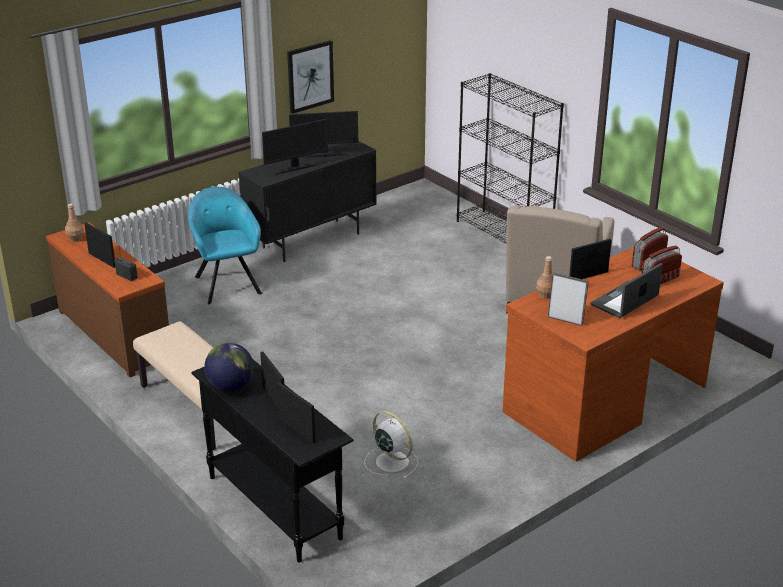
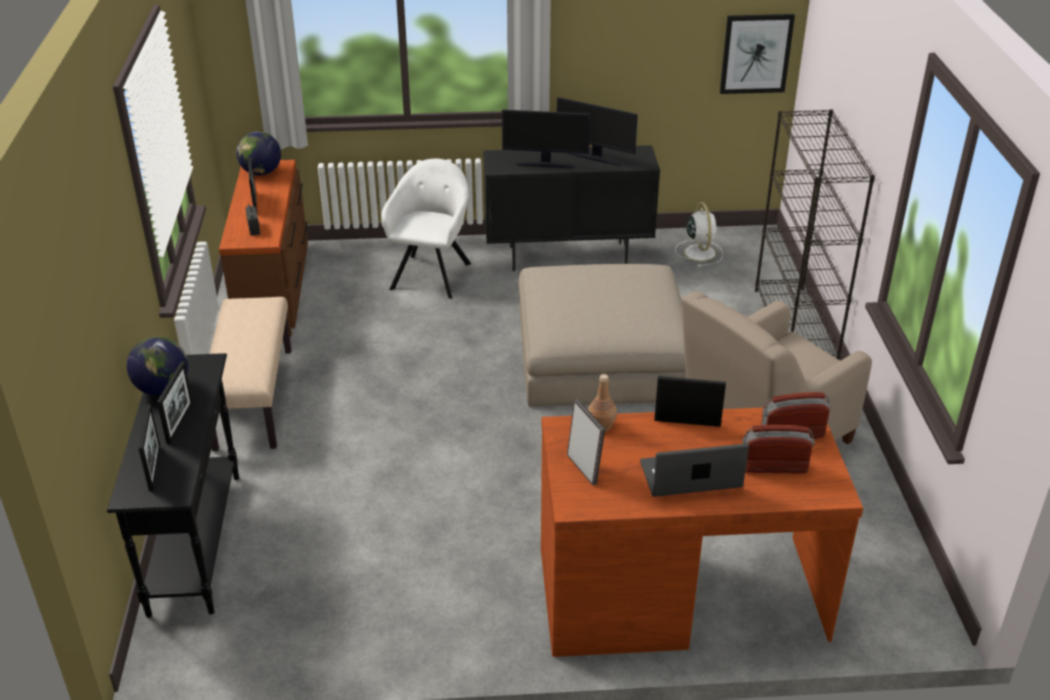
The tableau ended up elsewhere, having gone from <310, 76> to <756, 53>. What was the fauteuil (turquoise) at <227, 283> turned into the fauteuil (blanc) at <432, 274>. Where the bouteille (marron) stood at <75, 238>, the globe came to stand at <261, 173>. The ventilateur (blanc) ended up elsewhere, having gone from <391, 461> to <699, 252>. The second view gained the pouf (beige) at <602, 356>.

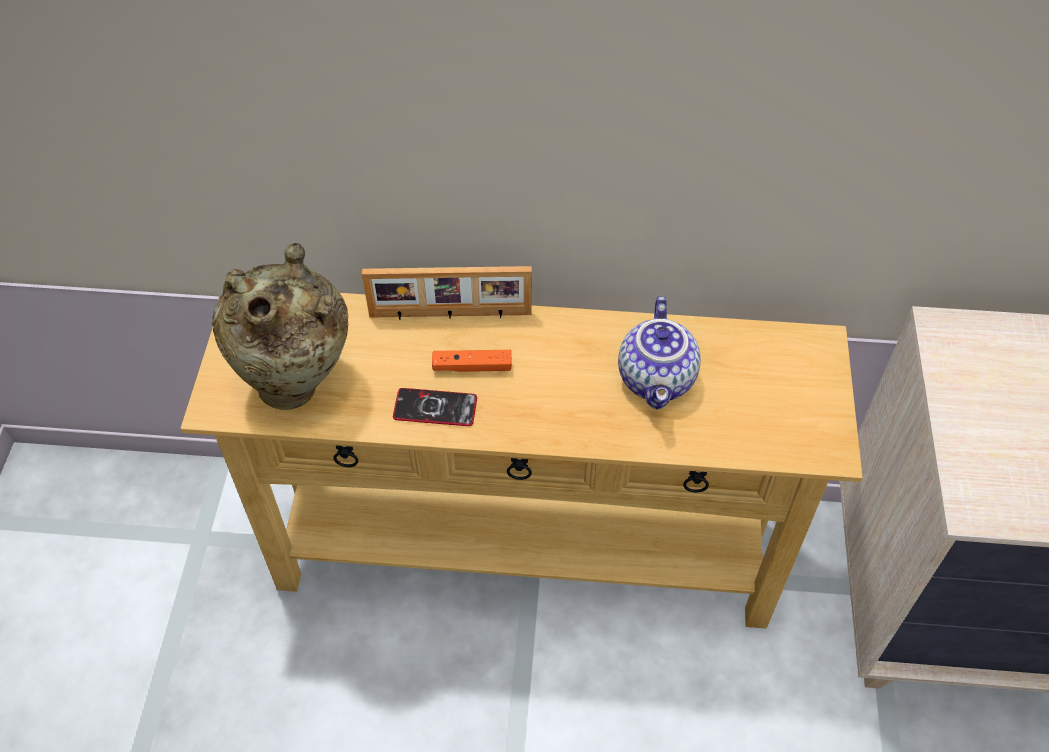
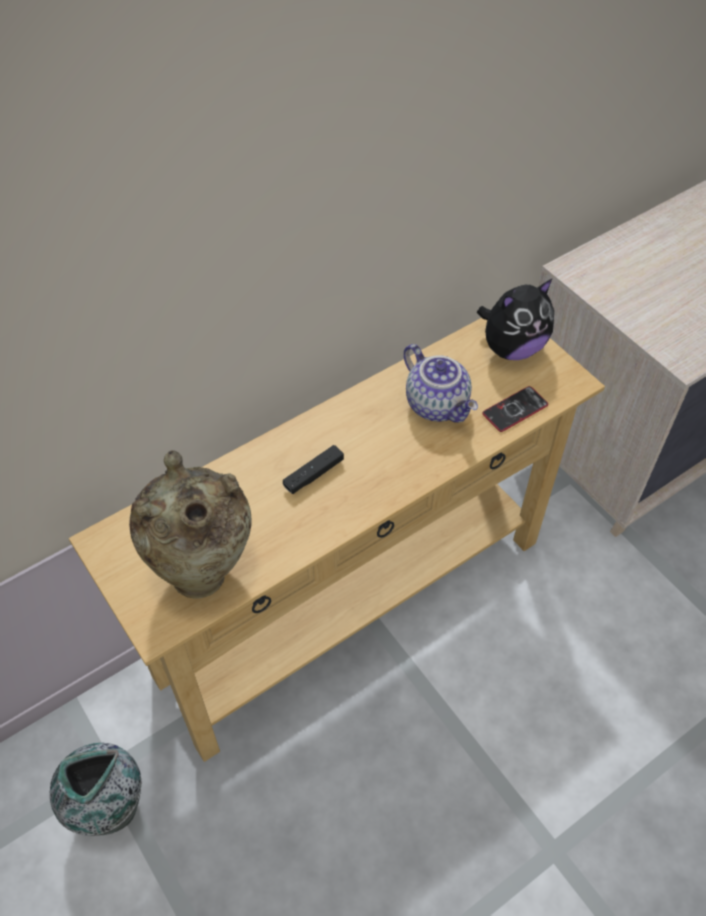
The second view lost the cadre photo at <450, 315>. What was the manette (orange) at <472, 367> turned into the manette (noir) at <313, 474>. The téléphone ended up elsewhere, having gone from <435, 408> to <515, 410>. The second view gained the peluche at <512, 348>. The second view gained the vase at <110, 809>.

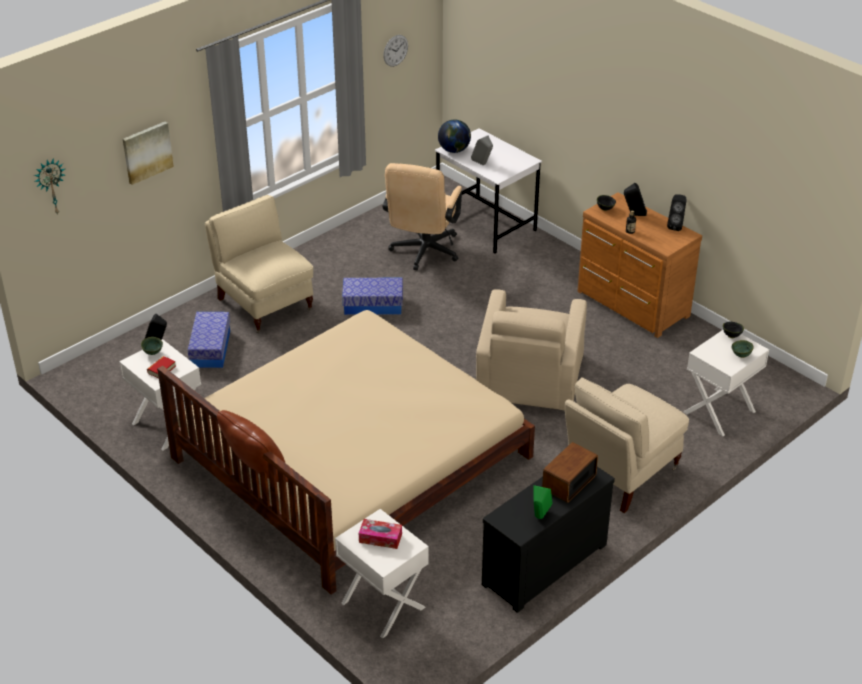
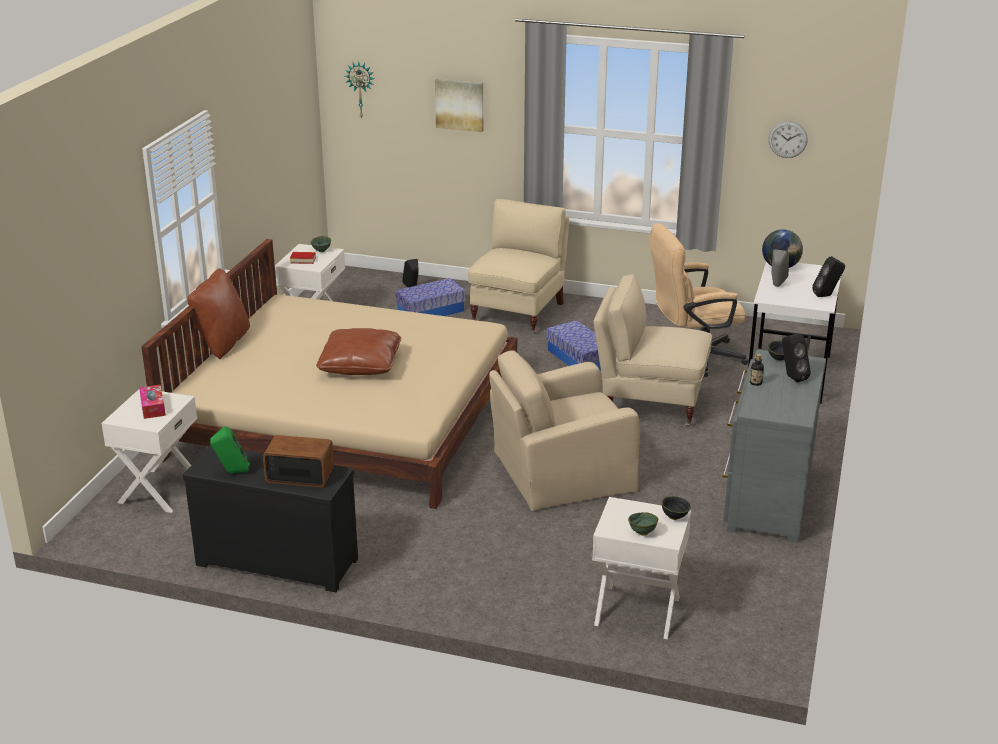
What was the commode (marron) at <631, 305> turned into the commode (gris) at <766, 498>. The enceinte (noir) ended up elsewhere, having gone from <676, 226> to <827, 296>. The fauteuil (beige) ended up elsewhere, having gone from <621, 472> to <649, 403>. The second view gained the coussin (marron) at <360, 365>.

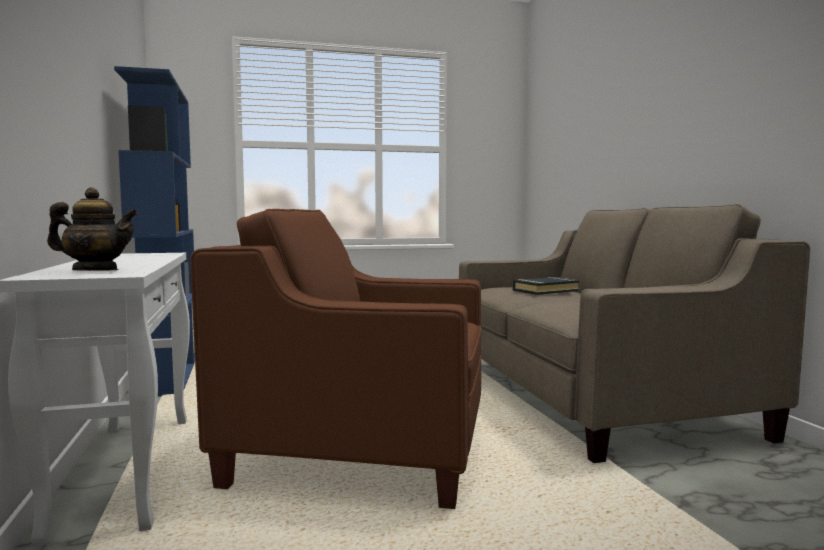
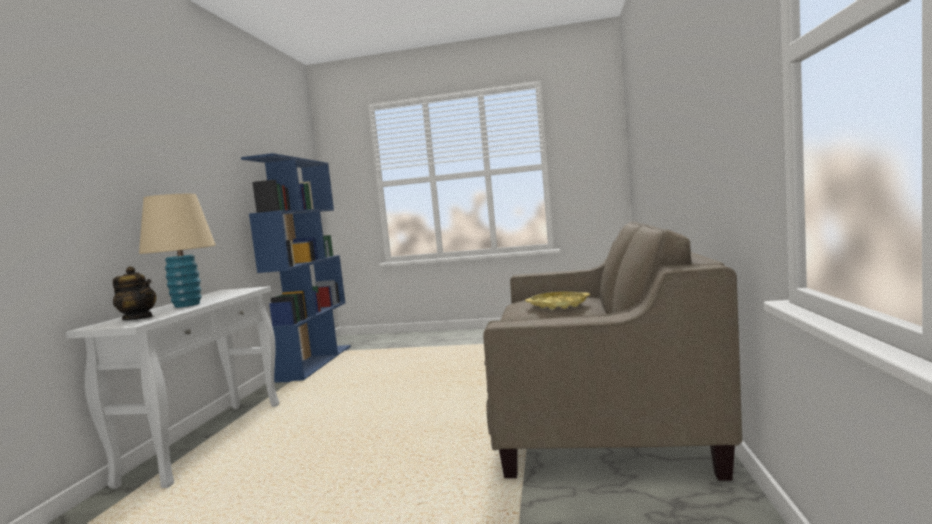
The second view lost the fauteuil (marron) at <360, 454>. Where the livre (noir) stood at <545, 291>, the plateau (jaune) came to stand at <558, 305>. The second view gained the lampe de table (beige) at <187, 305>.

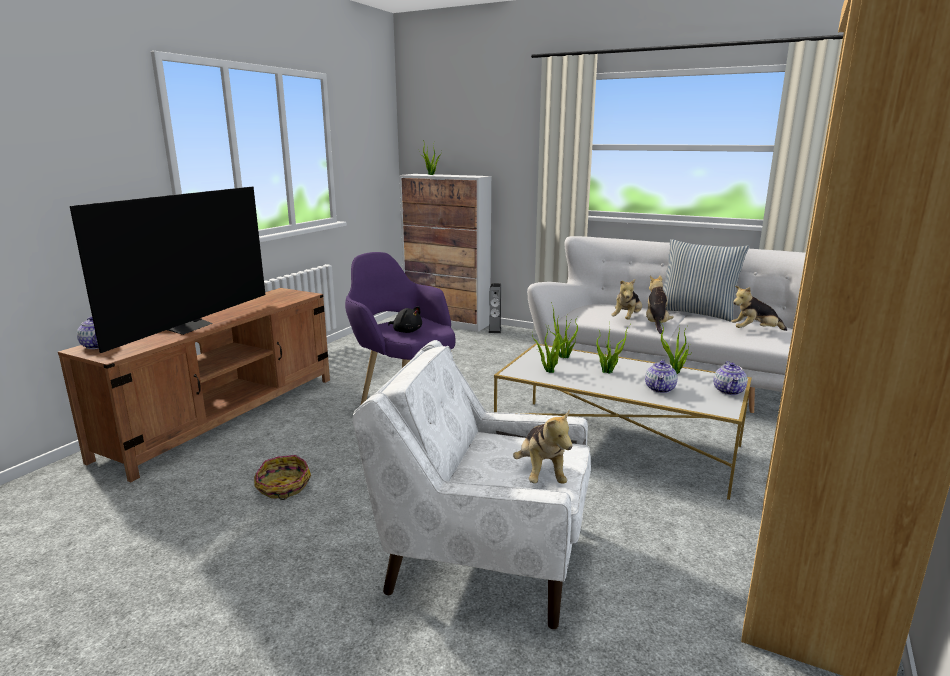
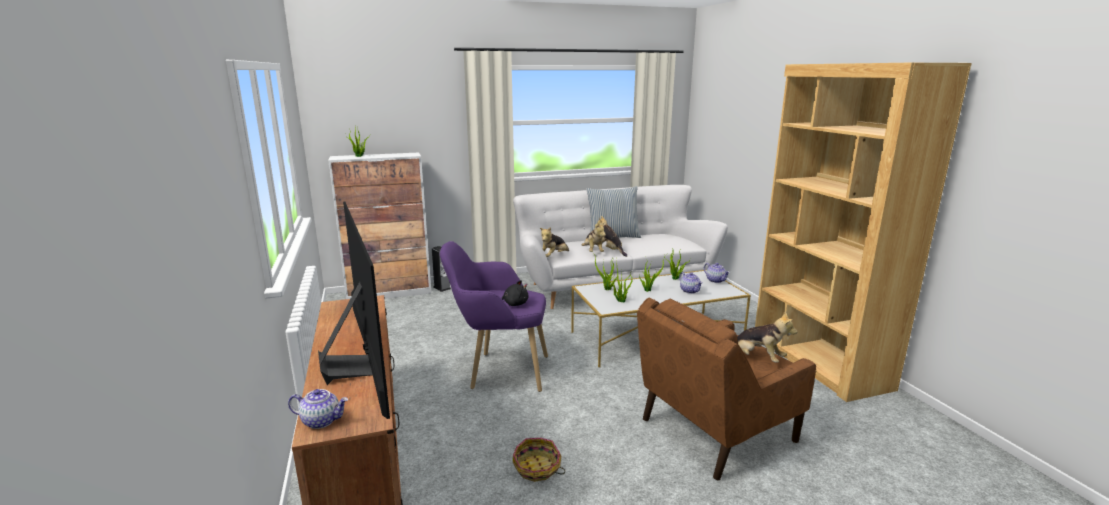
The peluche ended up elsewhere, having gone from <755, 331> to <554, 256>. What was the fauteuil (blanc) at <484, 556> turned into the fauteuil (marron) at <715, 430>.

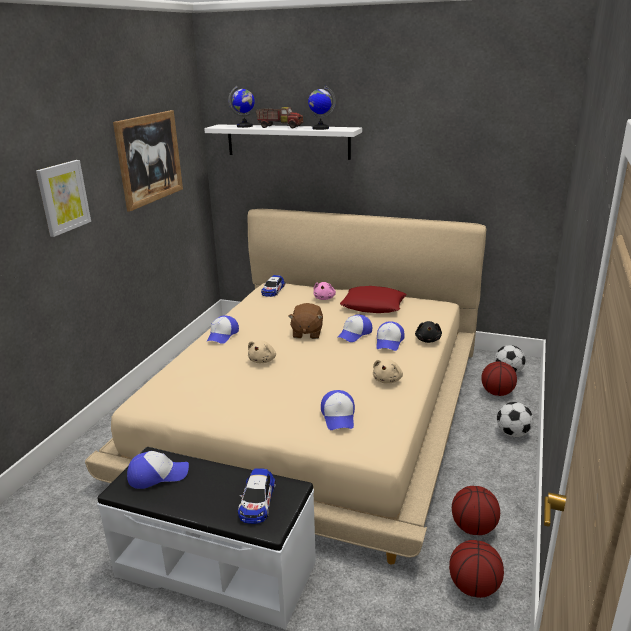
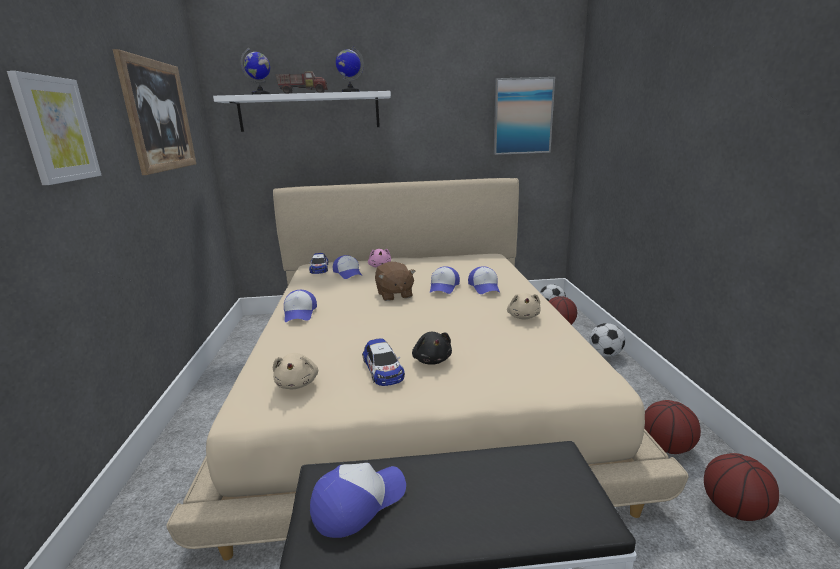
The second view lost the coussin (rouge) at <373, 305>. The peluche (noir) ended up elsewhere, having gone from <428, 340> to <432, 360>. The peluche (beige) ended up elsewhere, having gone from <263, 360> to <298, 383>. The casquette ended up elsewhere, having gone from <339, 416> to <348, 273>. The petite voiture ended up elsewhere, having gone from <257, 501> to <383, 369>. The second view gained the tableau at <522, 116>.

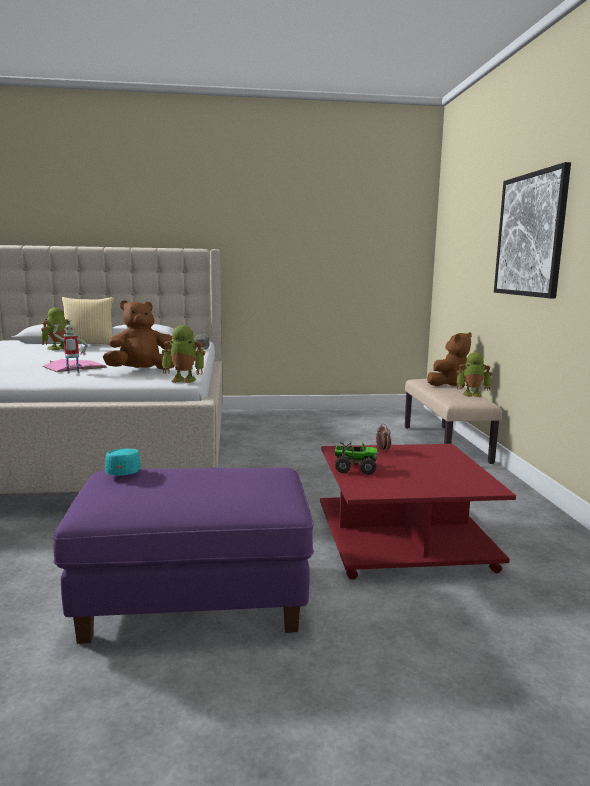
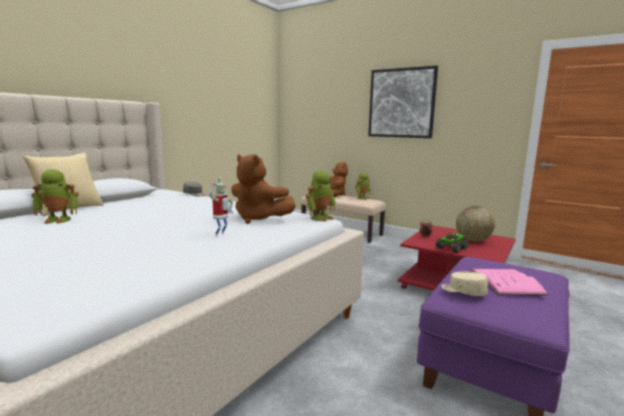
The peluche (marron) at <141, 371> ended up facing another way, 75 degrees counterclockwise from before. The robot jouet at <58, 349> ended up facing another way, 90 degrees counterclockwise from before. The livre (rose) ended up elsewhere, having gone from <75, 367> to <506, 281>. What was the casquette (turquoise) at <125, 471> turned into the casquette (beige) at <463, 291>. The second view gained the globe at <473, 240>.

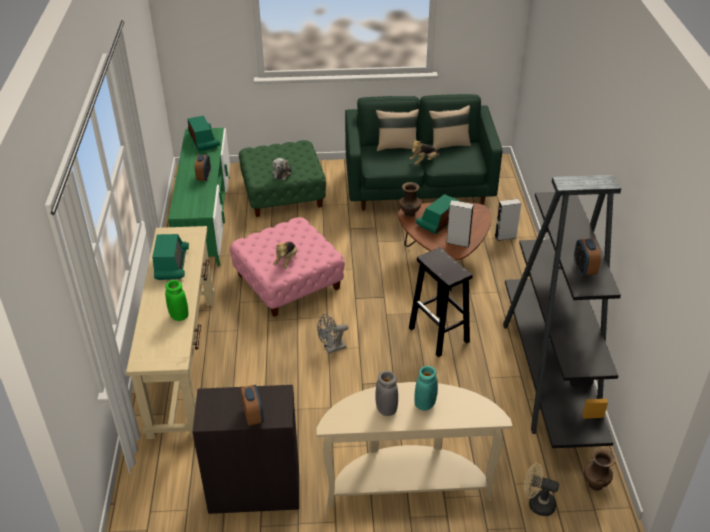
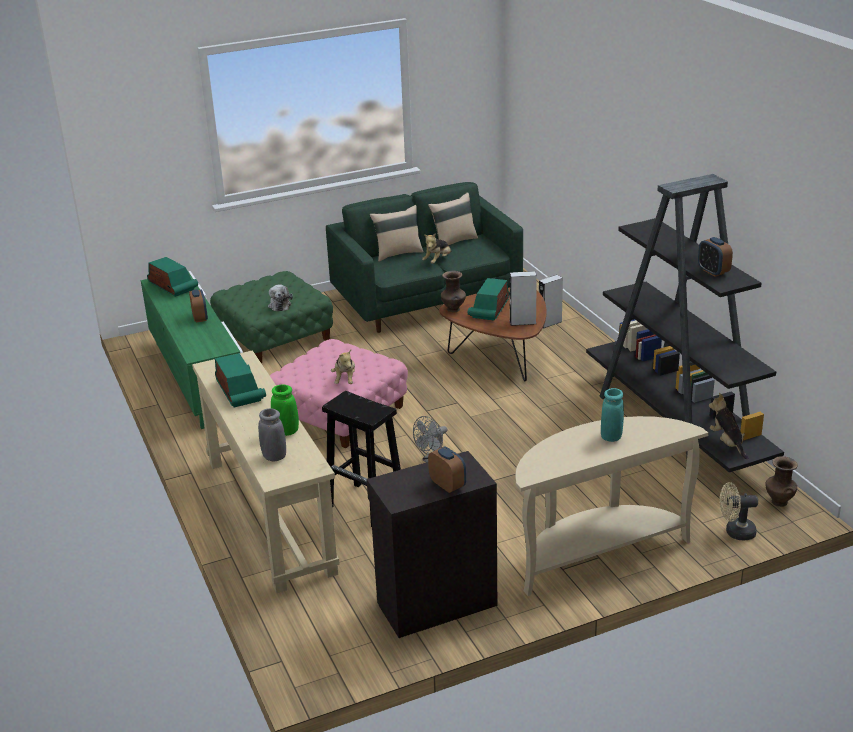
The tabouret (noir) ended up elsewhere, having gone from <439, 335> to <367, 505>. The vase (gris) ended up elsewhere, having gone from <386, 409> to <274, 457>. The second view gained the peluche at <727, 443>.

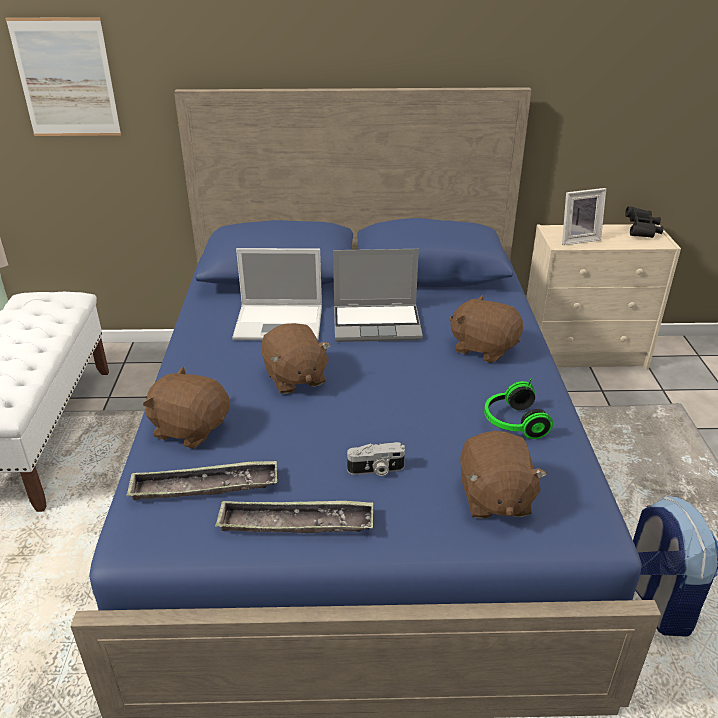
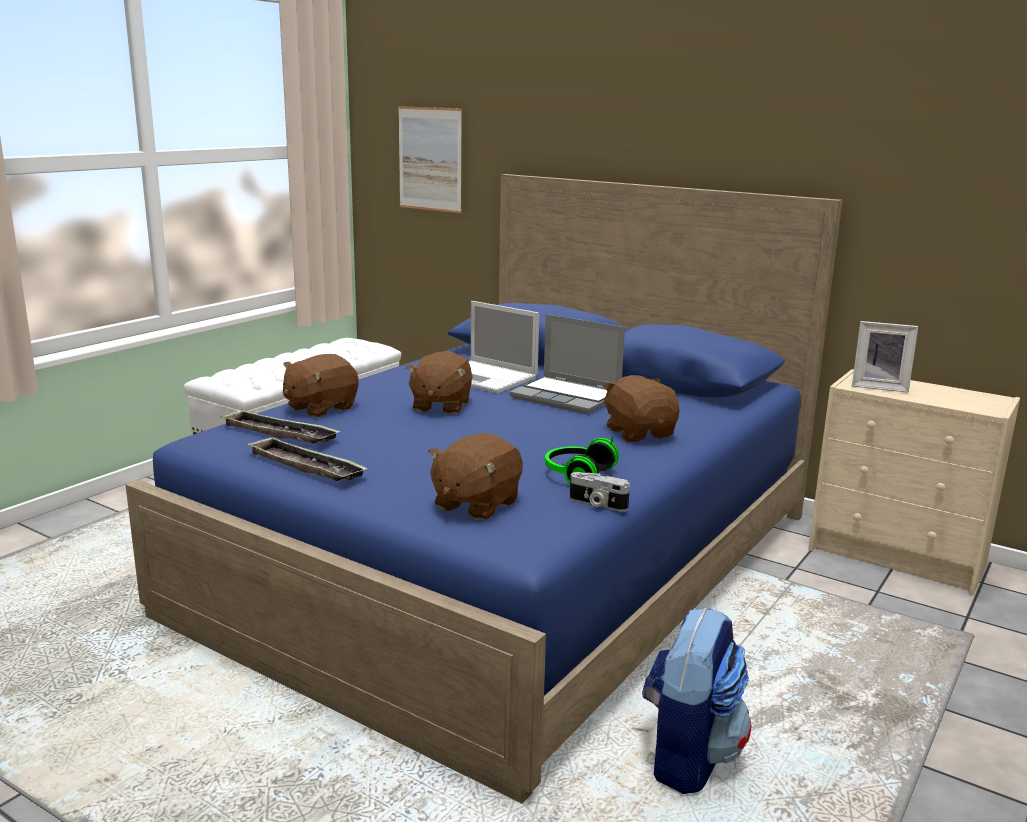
The second view lost the jumelles (noir) at <642, 231>. The peluche (marron) at <190, 428> ended up facing another way, 105 degrees counterclockwise from before. The appareil photo ended up elsewhere, having gone from <376, 470> to <597, 504>.

